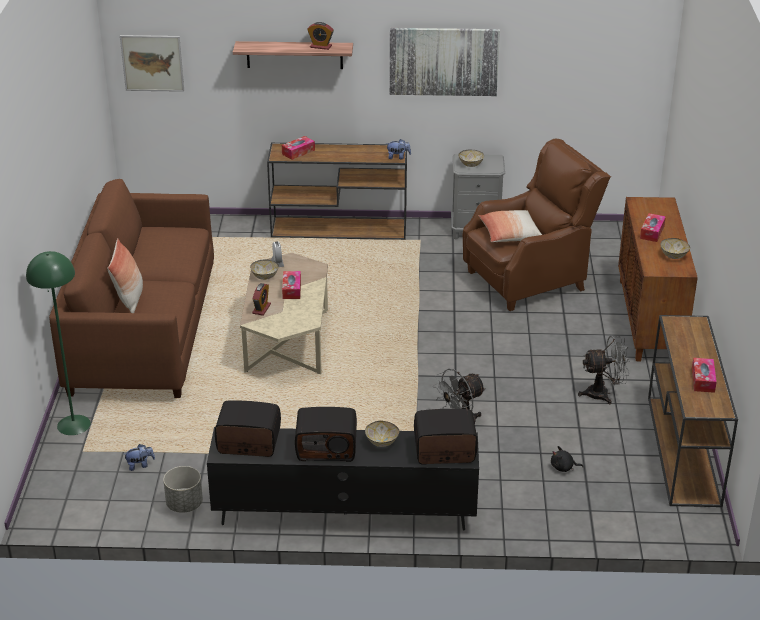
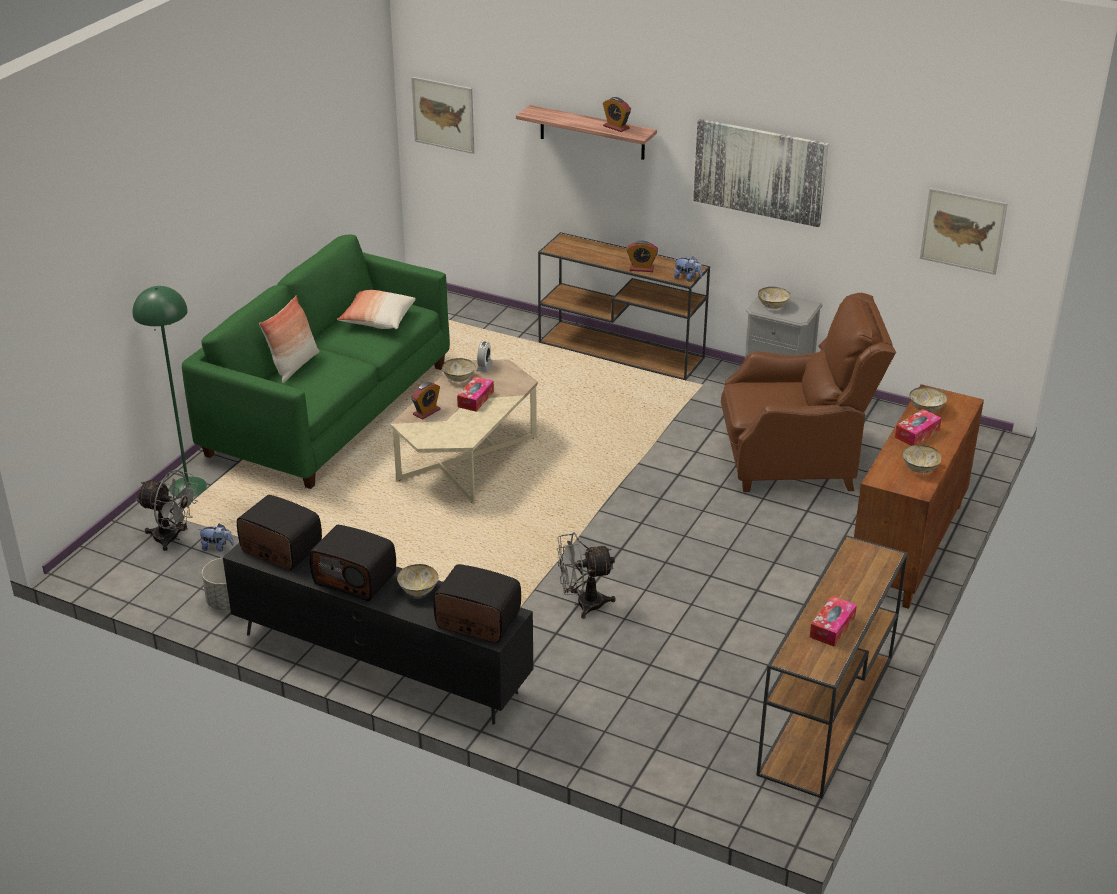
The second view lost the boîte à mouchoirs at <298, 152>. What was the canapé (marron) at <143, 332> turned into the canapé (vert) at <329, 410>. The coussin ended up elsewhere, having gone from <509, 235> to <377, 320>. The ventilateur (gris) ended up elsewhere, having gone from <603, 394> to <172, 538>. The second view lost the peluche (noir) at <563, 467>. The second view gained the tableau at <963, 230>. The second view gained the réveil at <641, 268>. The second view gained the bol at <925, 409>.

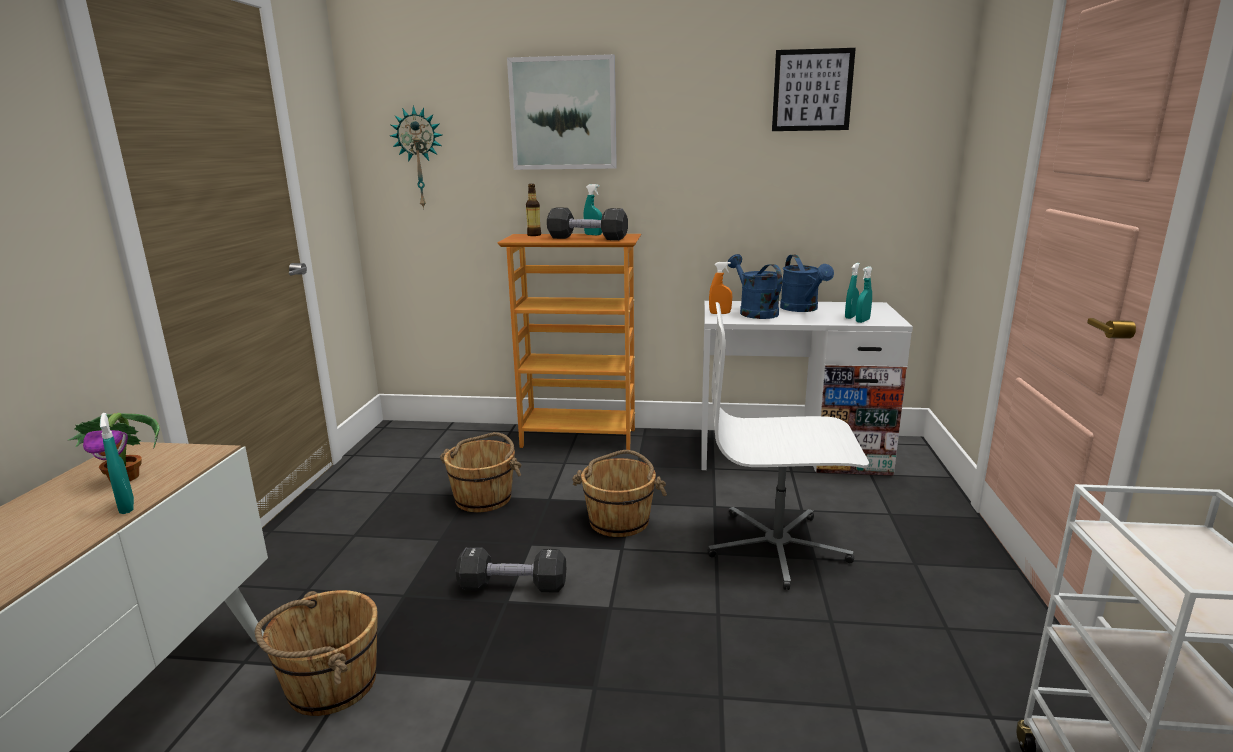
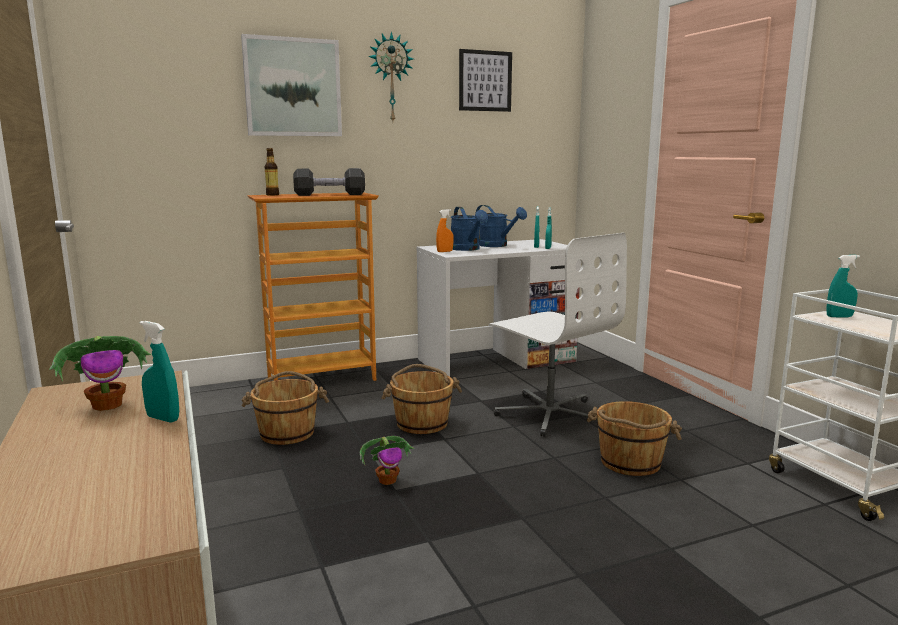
The horloge murale ended up elsewhere, having gone from <420, 158> to <390, 78>. The vaporisateur (turquoise) ended up elsewhere, having gone from <593, 235> to <839, 317>. The arrosoir (bleu) at <754, 312> ended up facing another way, 150 degrees counterclockwise from before. The chaise de bureau (blanc) at <778, 547> ended up facing another way, 105 degrees counterclockwise from before. Where the haltère (noir) stood at <513, 586>, the plante en pot came to stand at <388, 480>. The seau (marron) ended up elsewhere, having gone from <330, 684> to <630, 463>.

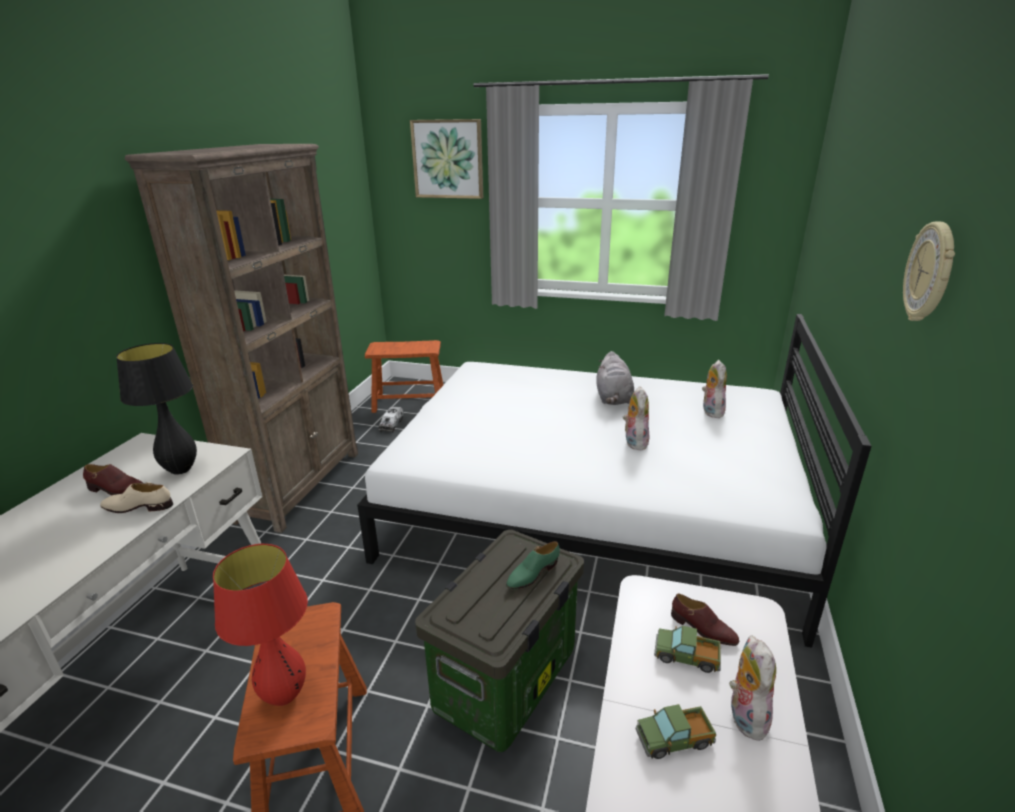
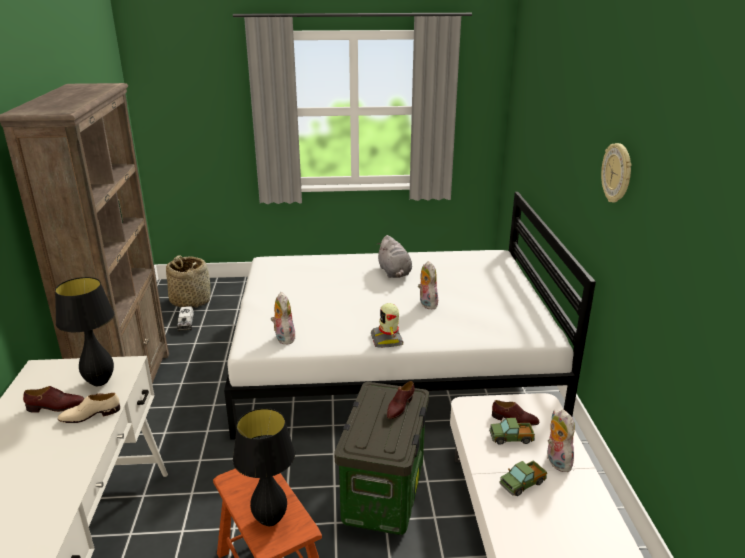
The second view lost the tableau at <448, 159>. Where the tabouret (marron) stood at <409, 402>, the panier came to stand at <190, 300>. The peluche ended up elsewhere, having gone from <710, 411> to <283, 338>. What was the chaussure (vert) at <532, 574> turned into the chaussure (marron) at <399, 407>. What was the lampe de table (rouge) at <284, 696> turned into the lampe de table (noir) at <270, 520>. The second view gained the robot jouet at <387, 339>.

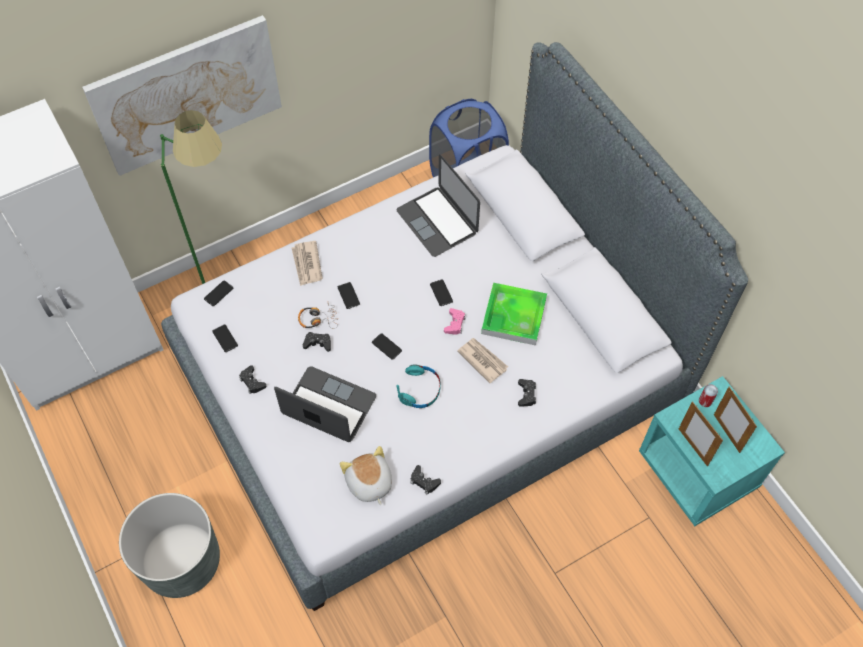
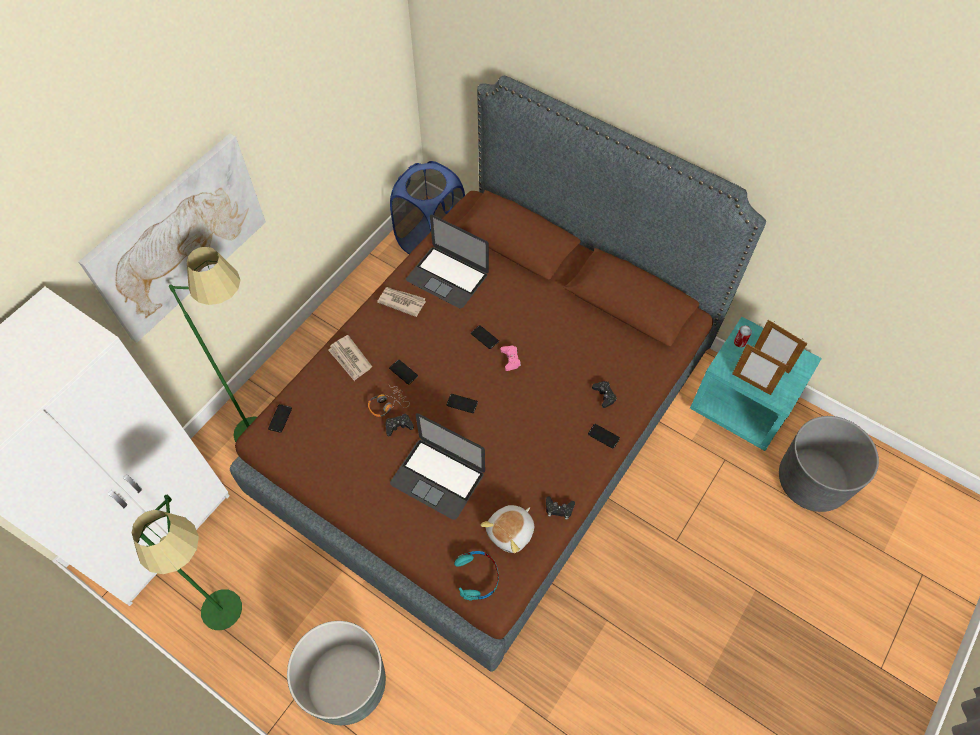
What was the lit (gris) at <431, 382> turned into the lit (marron) at <489, 423>. The second view lost the plateau at <513, 316>. The téléphone ended up elsewhere, having gone from <225, 338> to <603, 436>. The journal ended up elsewhere, having gone from <482, 360> to <401, 302>. The casque audio (turquoise) ended up elsewhere, having gone from <420, 390> to <477, 577>. The second view lost the manette (noir) at <252, 382>. The ordinateur portable at <329, 405> ended up facing another way, 150 degrees counterclockwise from before. The peluche at <369, 483> ended up facing another way, 90 degrees counterclockwise from before. The second view gained the cache-pot (gris) at <811, 481>. The second view gained the lampadaire (vert) at <238, 616>.

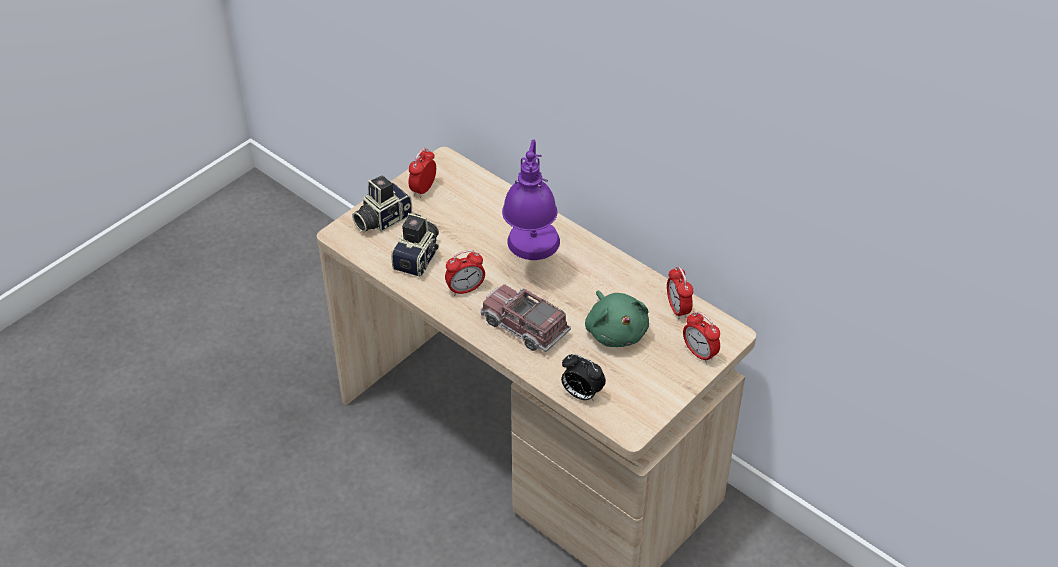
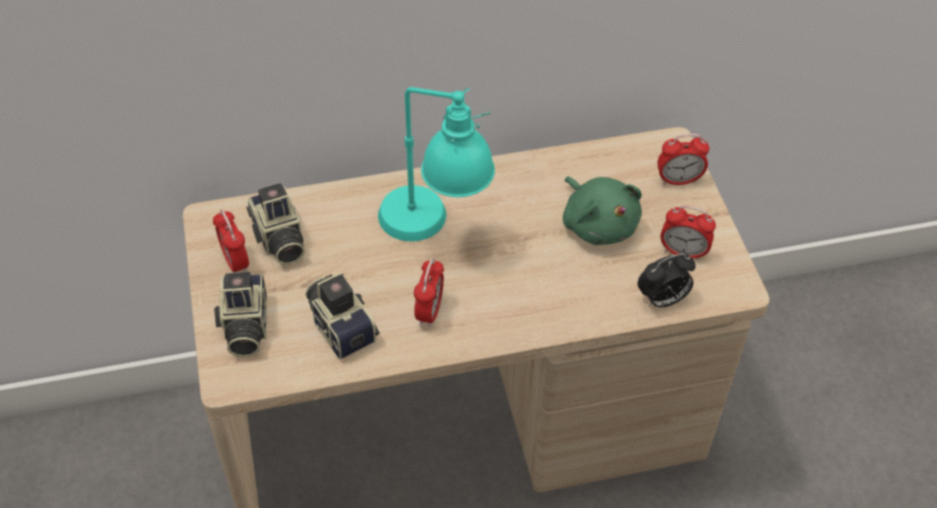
What was the lampe de table (violet) at <532, 258> turned into the lampe de table (turquoise) at <436, 229>. The réveil ended up elsewhere, having gone from <677, 309> to <683, 252>. The second view lost the camion jouet at <524, 326>. The peluche (vert) at <615, 331> ended up facing another way, 45 degrees clockwise from before. The second view gained the appareil photo at <279, 240>.

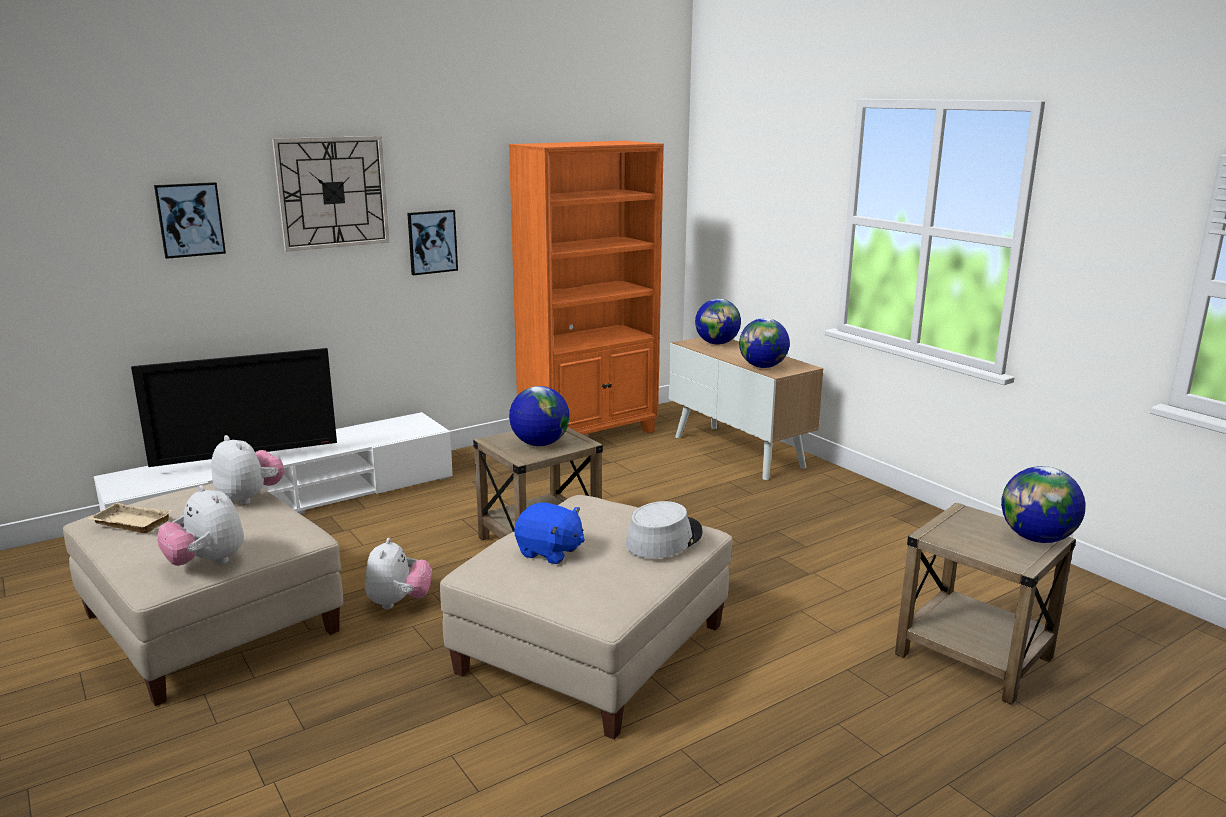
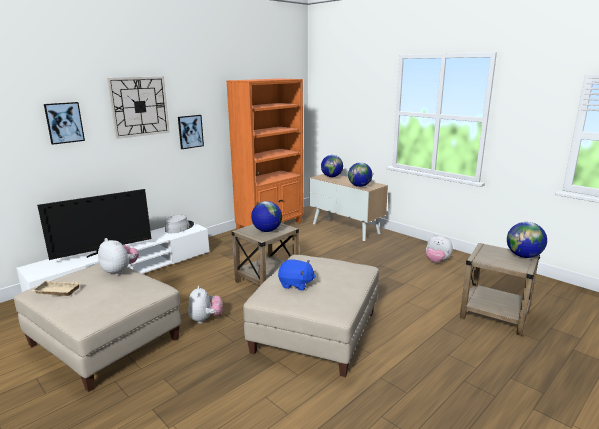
The peluche ended up elsewhere, having gone from <207, 562> to <437, 261>. The chapeau (gris) ended up elsewhere, having gone from <663, 539> to <179, 227>.

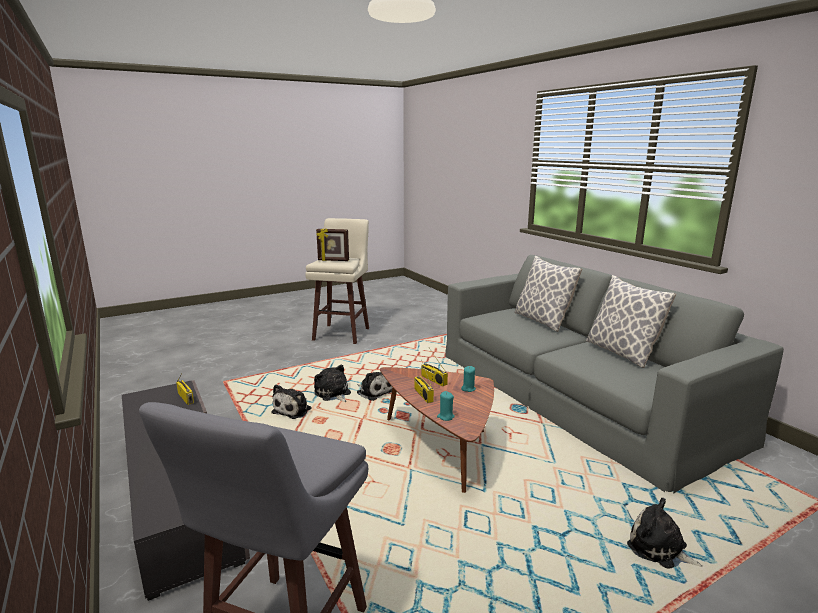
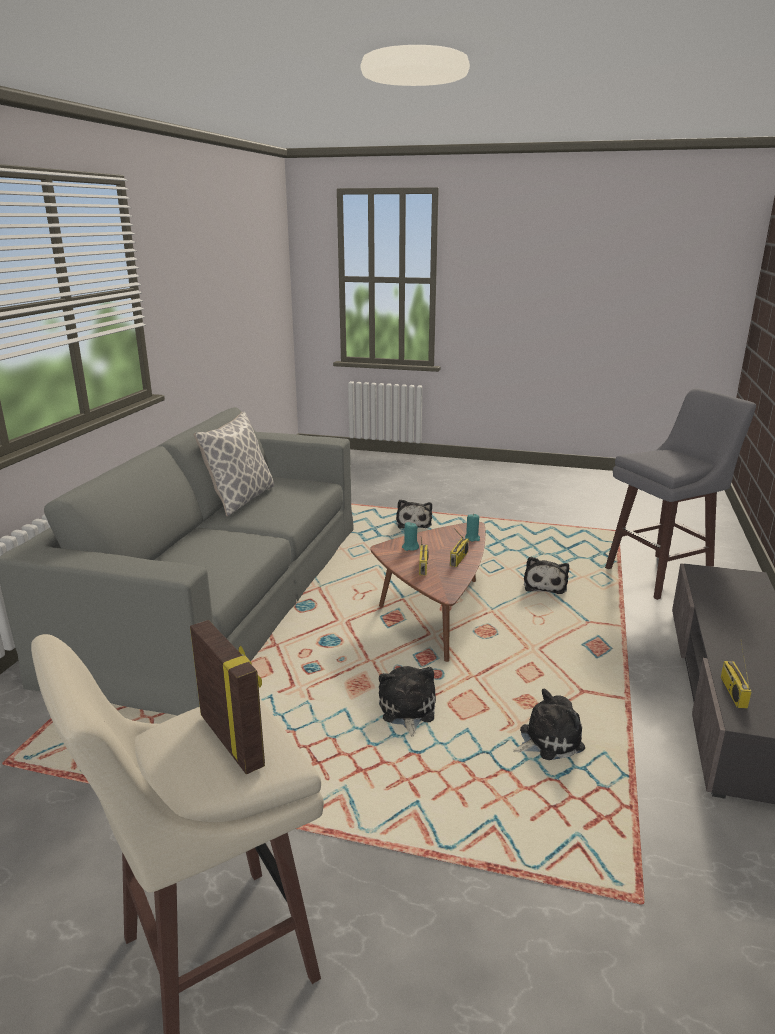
The second view lost the coussin at <542, 321>. The peluche ended up elsewhere, having gone from <333, 394> to <545, 585>.

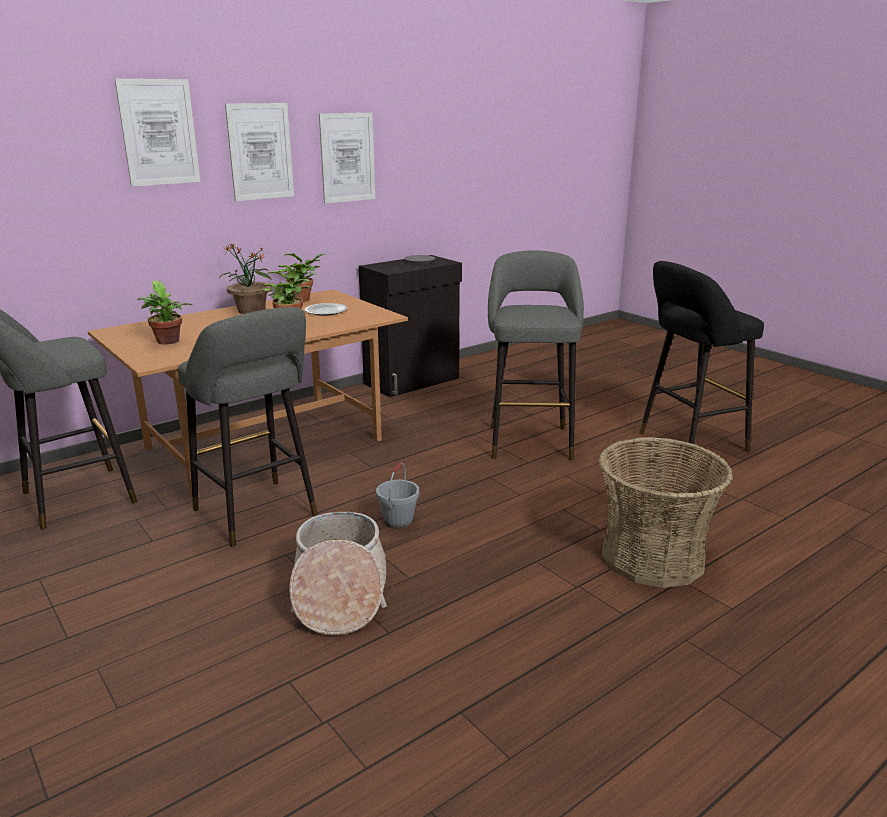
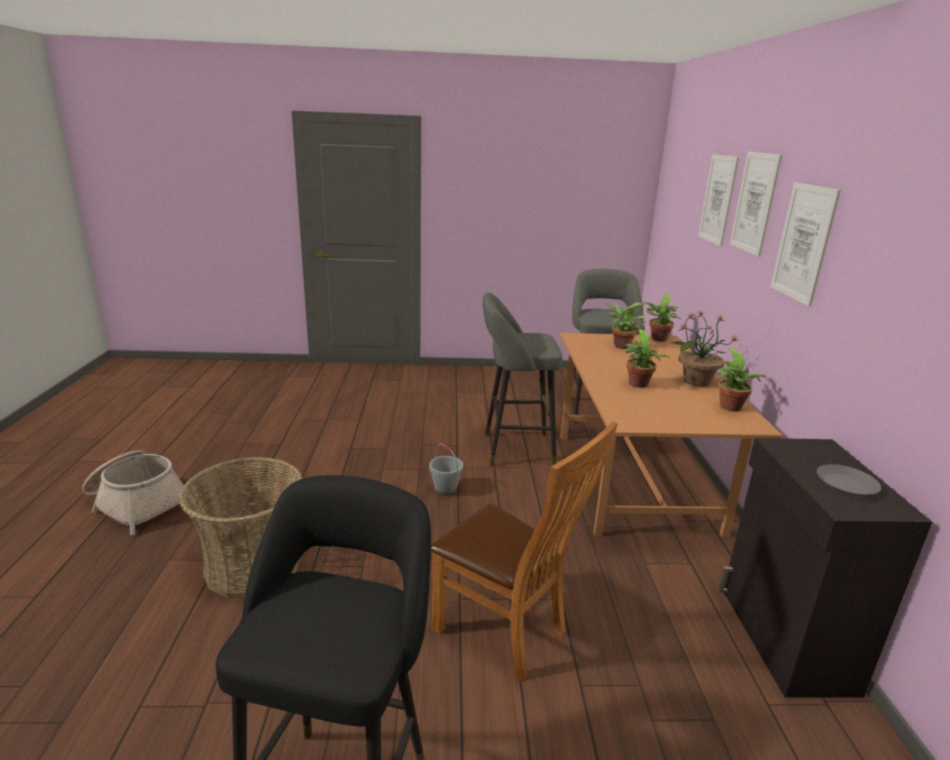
The tableau ended up elsewhere, having gone from <347, 157> to <718, 199>. Where the tabouret (gris) stood at <529, 440>, the chaise (marron) came to stand at <507, 632>. The second view lost the assiette at <325, 311>. The panier ended up elsewhere, having gone from <339, 593> to <137, 503>. The second view gained the plante en pot at <658, 339>.

